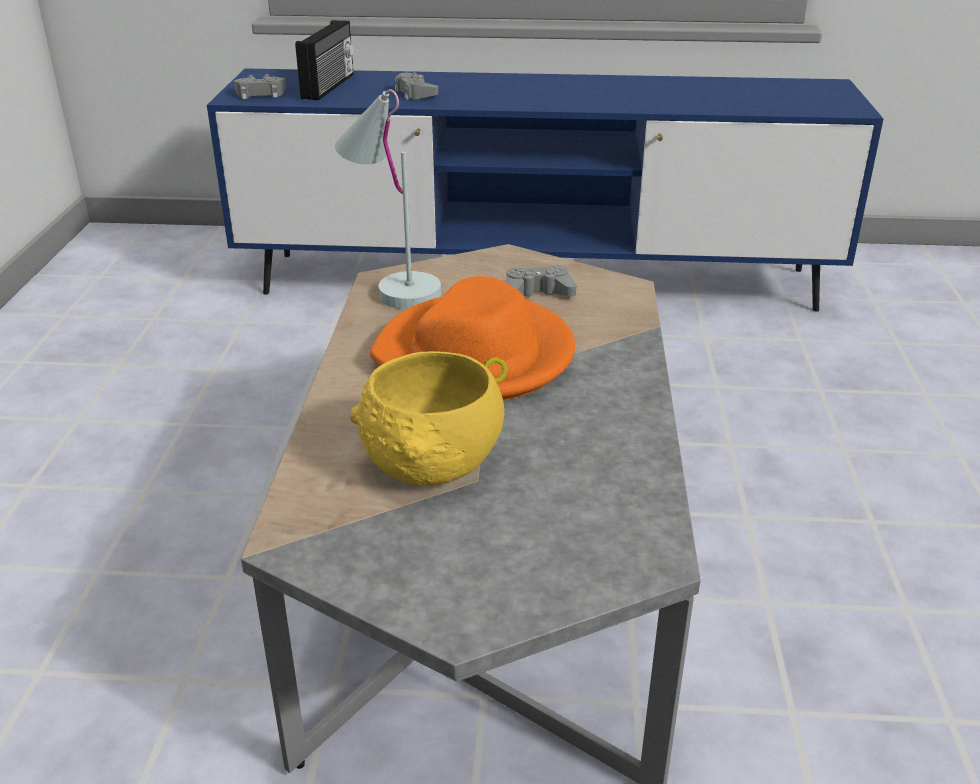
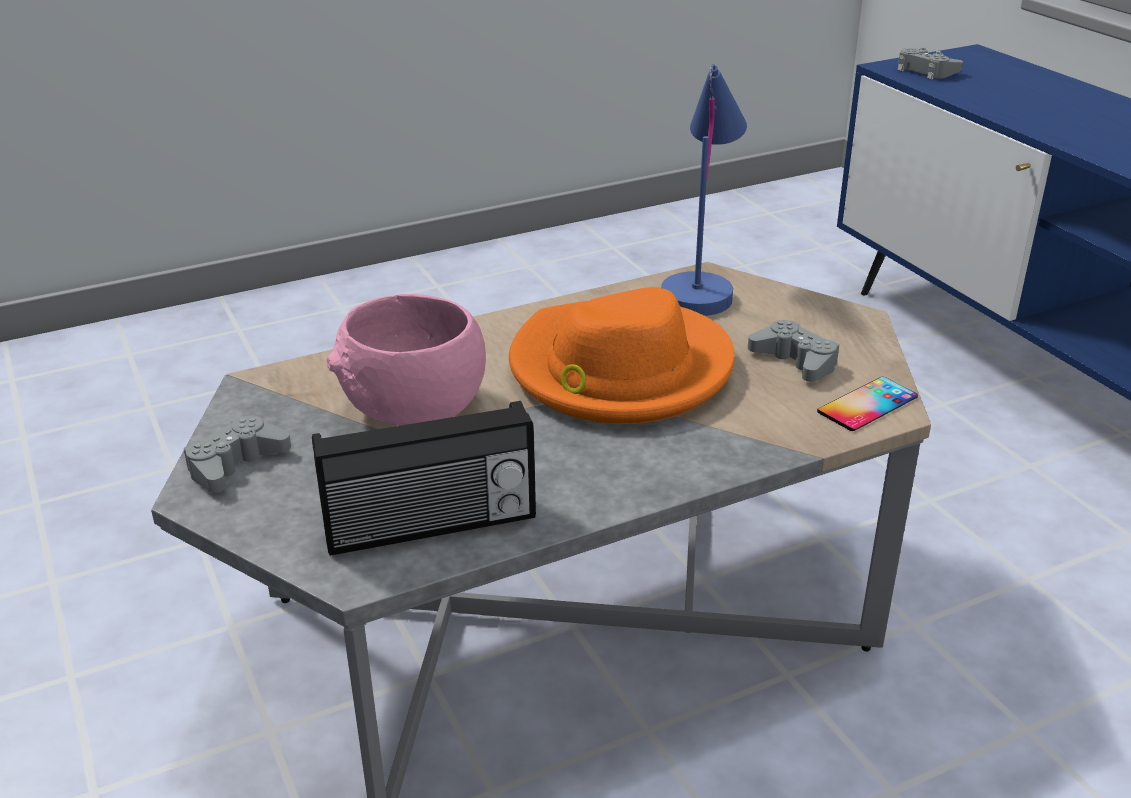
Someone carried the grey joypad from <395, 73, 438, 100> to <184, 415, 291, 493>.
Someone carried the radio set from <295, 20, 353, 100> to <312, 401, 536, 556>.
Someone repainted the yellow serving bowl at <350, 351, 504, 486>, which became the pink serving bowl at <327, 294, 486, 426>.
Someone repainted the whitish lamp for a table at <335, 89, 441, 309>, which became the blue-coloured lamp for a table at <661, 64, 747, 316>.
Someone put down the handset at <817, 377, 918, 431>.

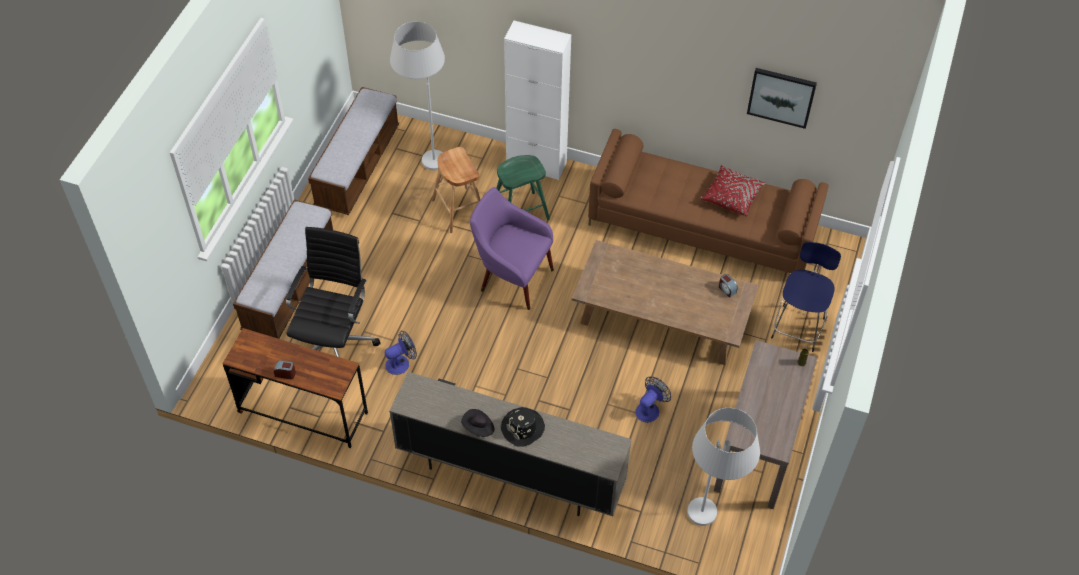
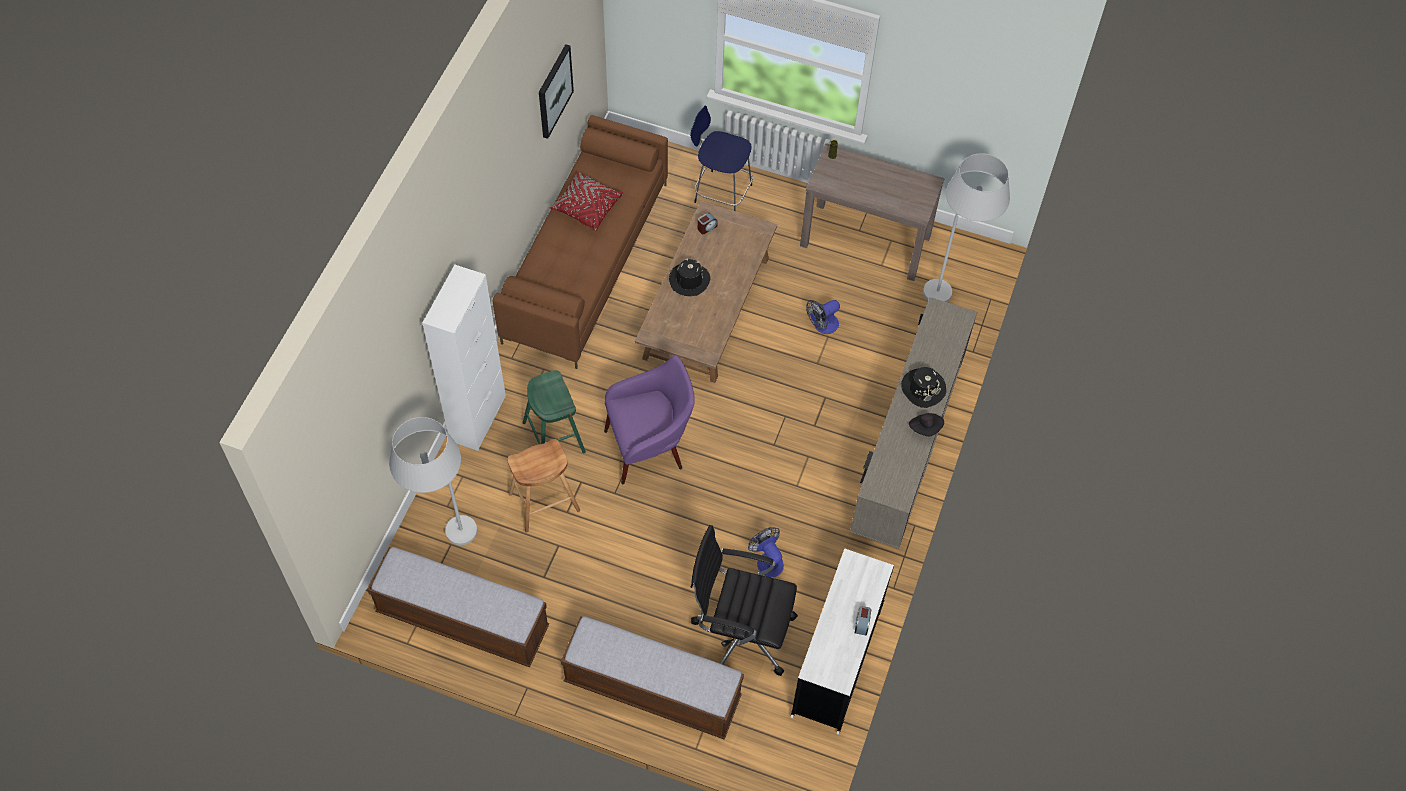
Someone rotated the purple easy chair at <470, 187, 554, 310> by 135 degrees counterclockwise.
Someone put down the black-coloured wearable hat at <669, 259, 710, 296>.
Someone repainted the brown desk at <222, 328, 368, 448>, which became the whitish desk at <791, 548, 894, 735>.
Someone rotated the cooling fan at <635, 377, 671, 423> by 75 degrees counterclockwise.

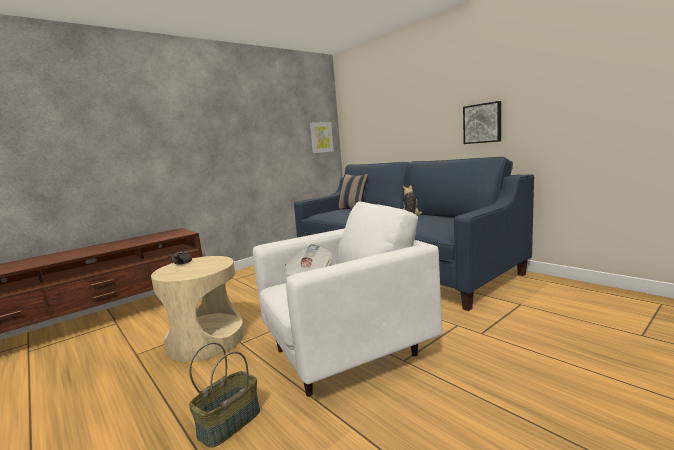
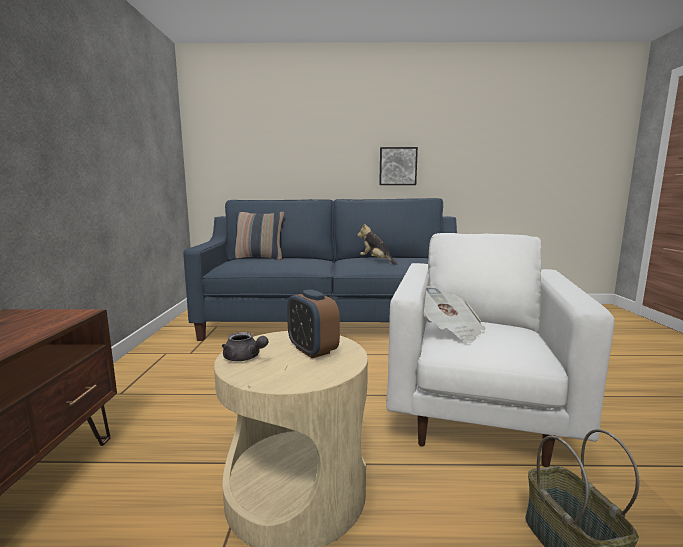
Someone put down the bedside clock at <287, 289, 340, 358>.
Someone took away the wall art at <310, 122, 334, 153>.

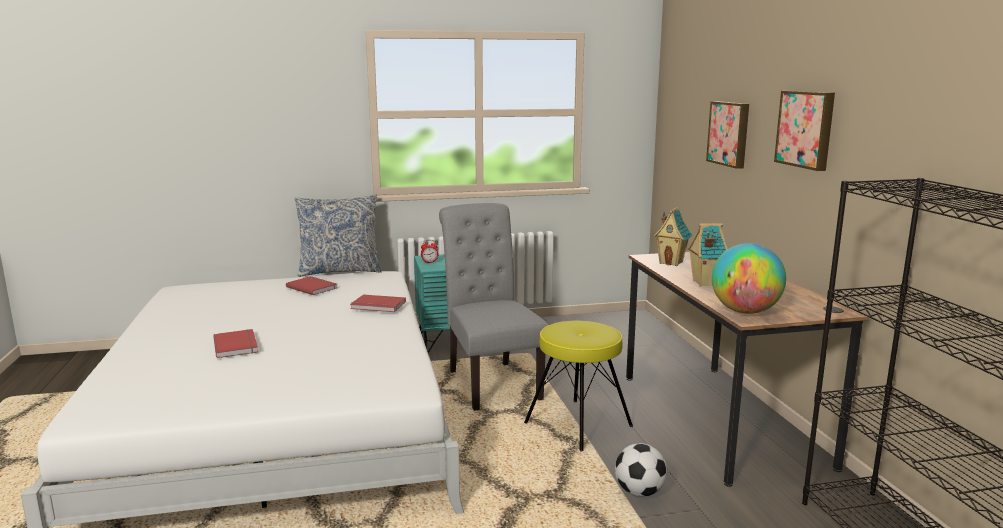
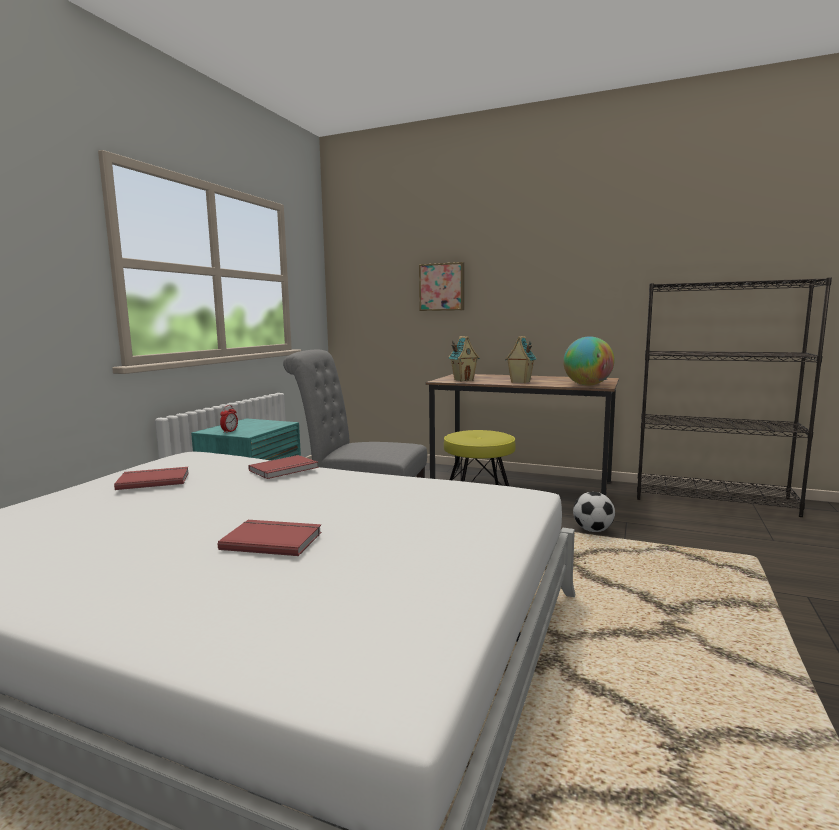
Someone took away the pillow at <294, 194, 382, 277>.
Someone took away the wall art at <774, 91, 835, 171>.

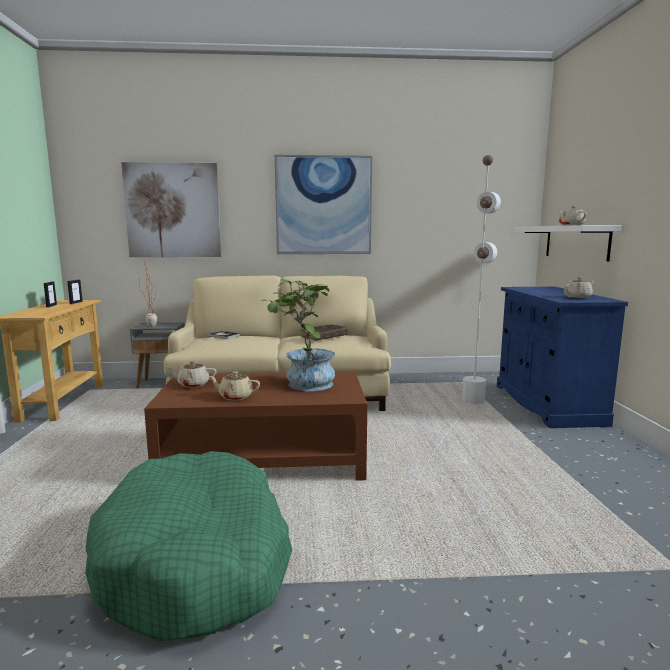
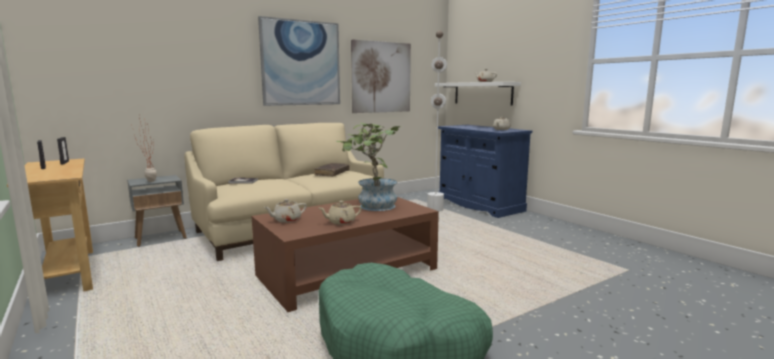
Someone carried the wall art from <121, 162, 222, 257> to <351, 39, 411, 113>.

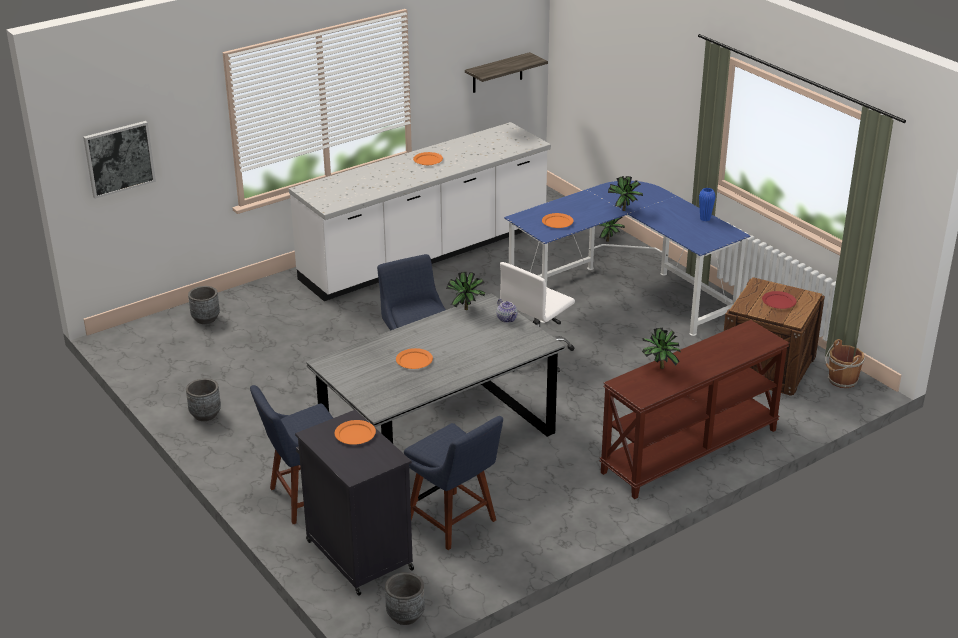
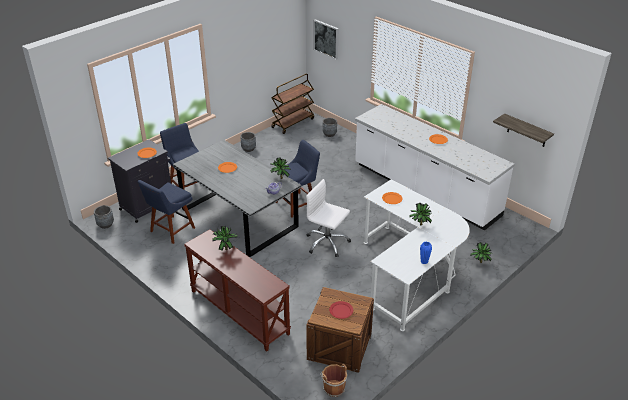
Someone put down the brown trolley at <271, 73, 314, 134>.
Someone repainted the blue-coloured desk at <504, 181, 750, 336>, which became the whitish desk at <364, 179, 470, 331>.

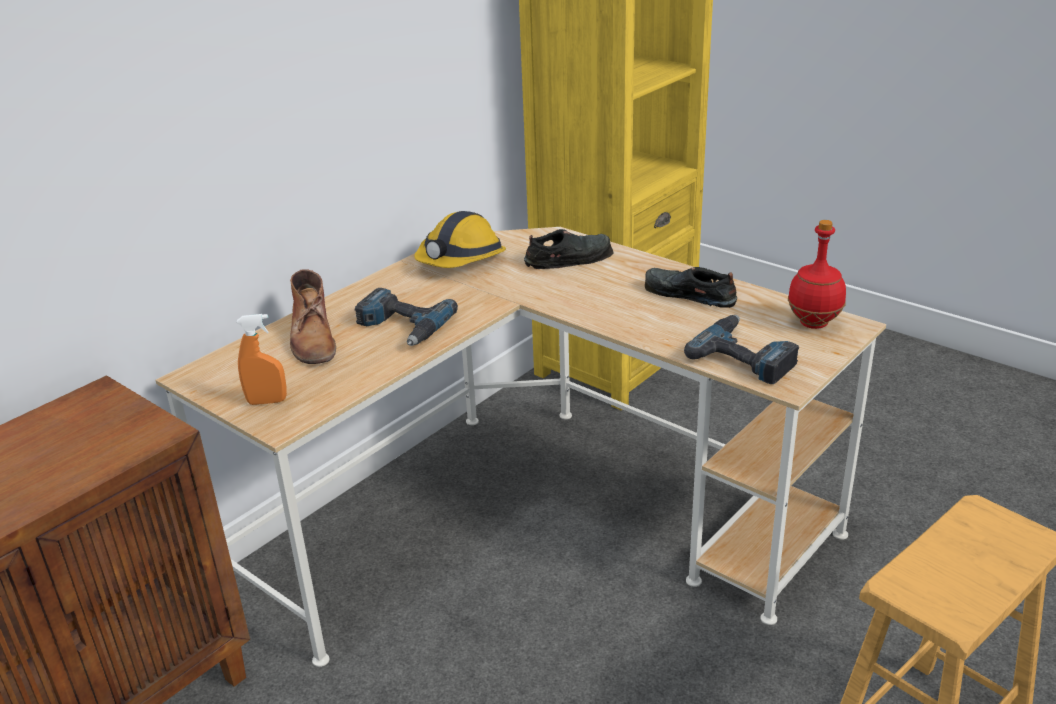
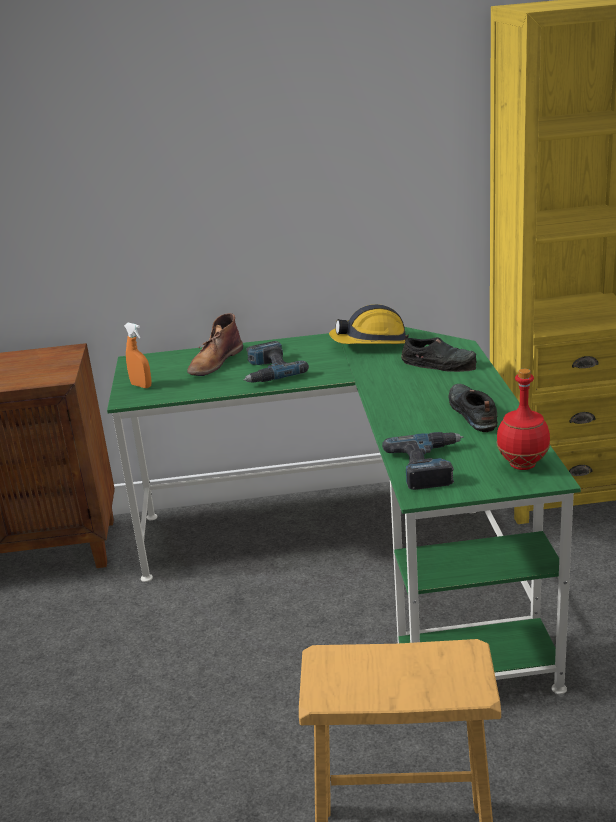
Someone repainted the beige-coloured desk at <155, 227, 886, 667>, which became the green-coloured desk at <107, 327, 581, 694>.

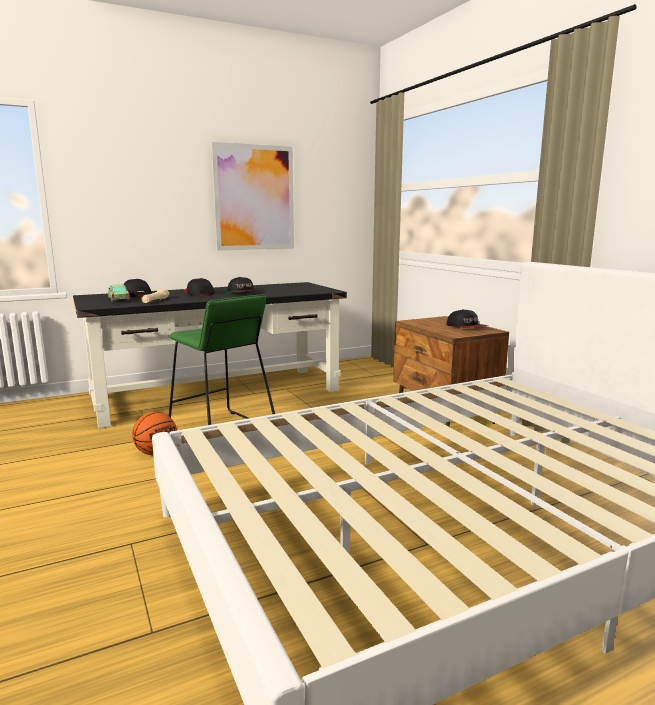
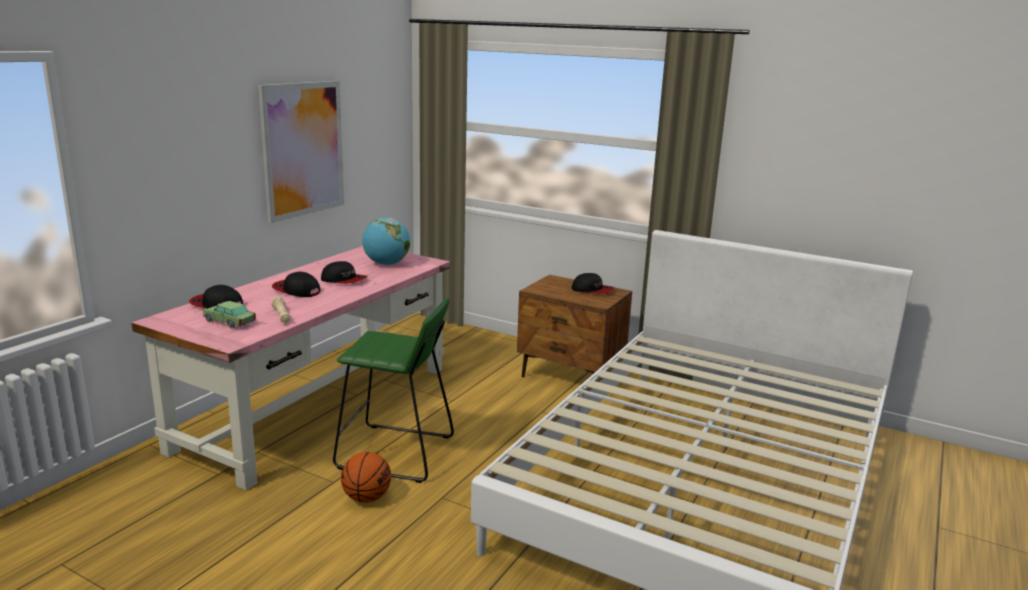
Someone repainted the black-coloured desk at <73, 282, 347, 429>, which became the pink desk at <131, 246, 450, 491>.
Someone put down the desk globe at <362, 218, 410, 265>.

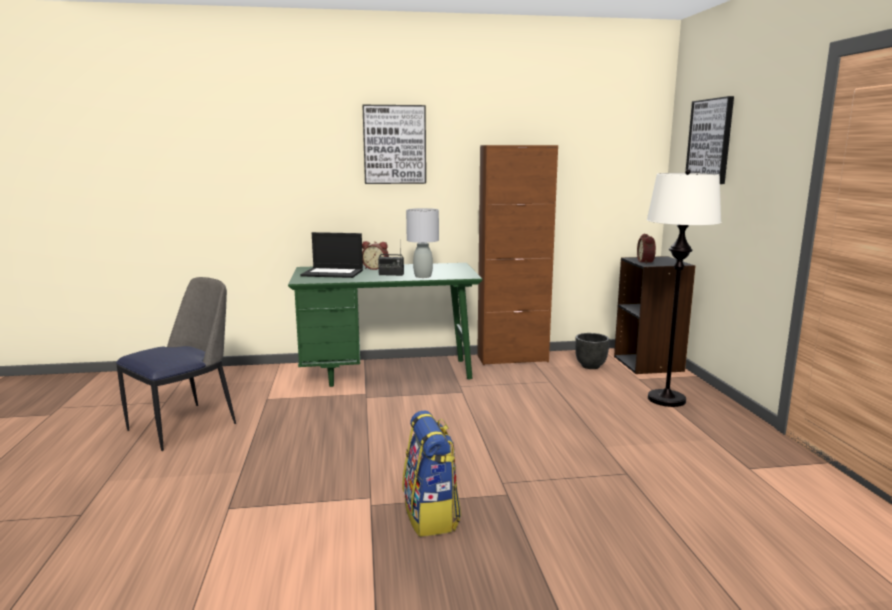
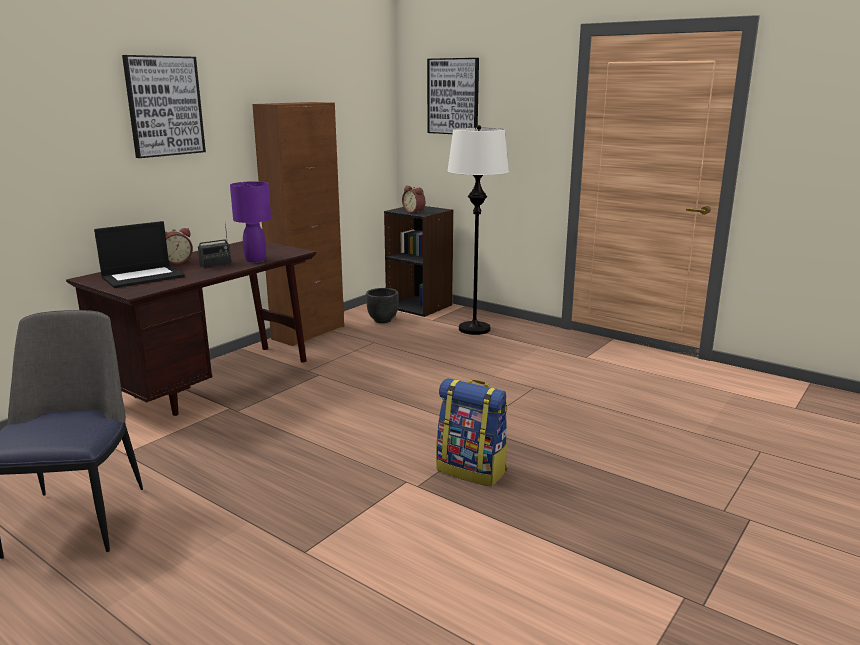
Someone repainted the green-coloured desk at <288, 263, 482, 387>, which became the brown desk at <66, 241, 316, 416>.
Someone repainted the grey lamp for a table at <406, 208, 439, 278>, which became the purple lamp for a table at <230, 181, 271, 263>.

